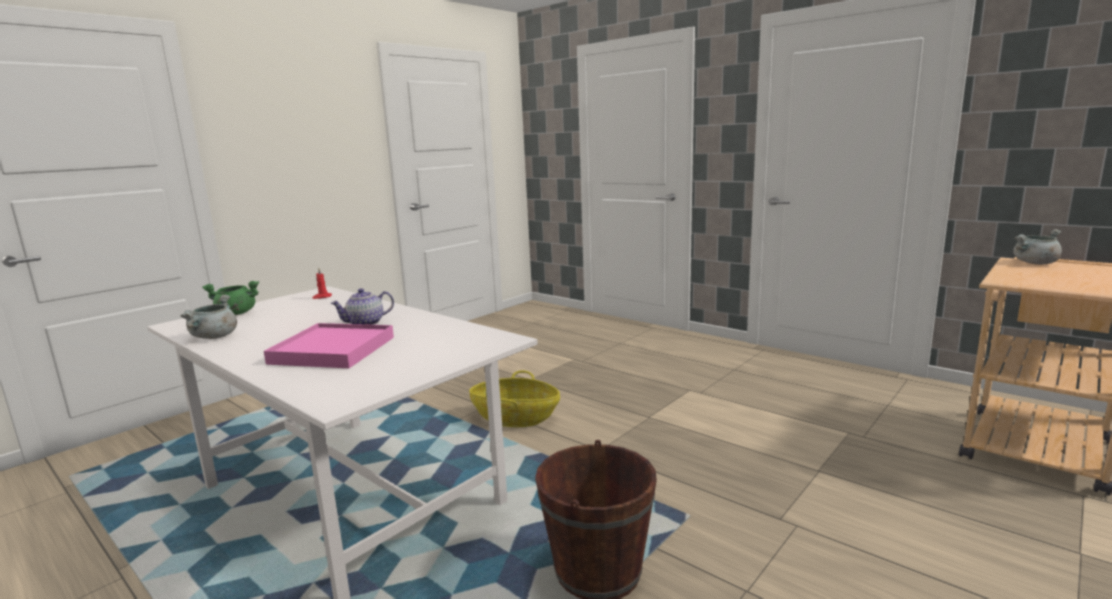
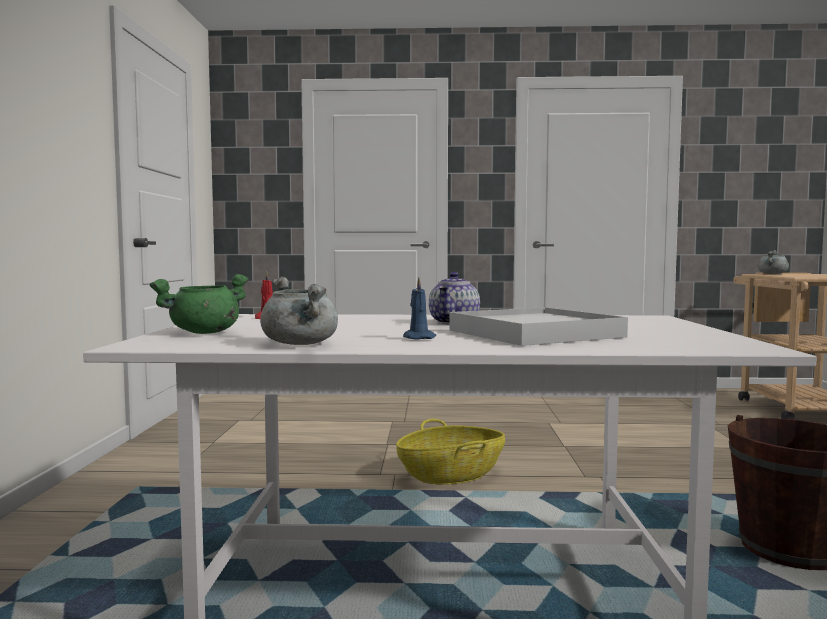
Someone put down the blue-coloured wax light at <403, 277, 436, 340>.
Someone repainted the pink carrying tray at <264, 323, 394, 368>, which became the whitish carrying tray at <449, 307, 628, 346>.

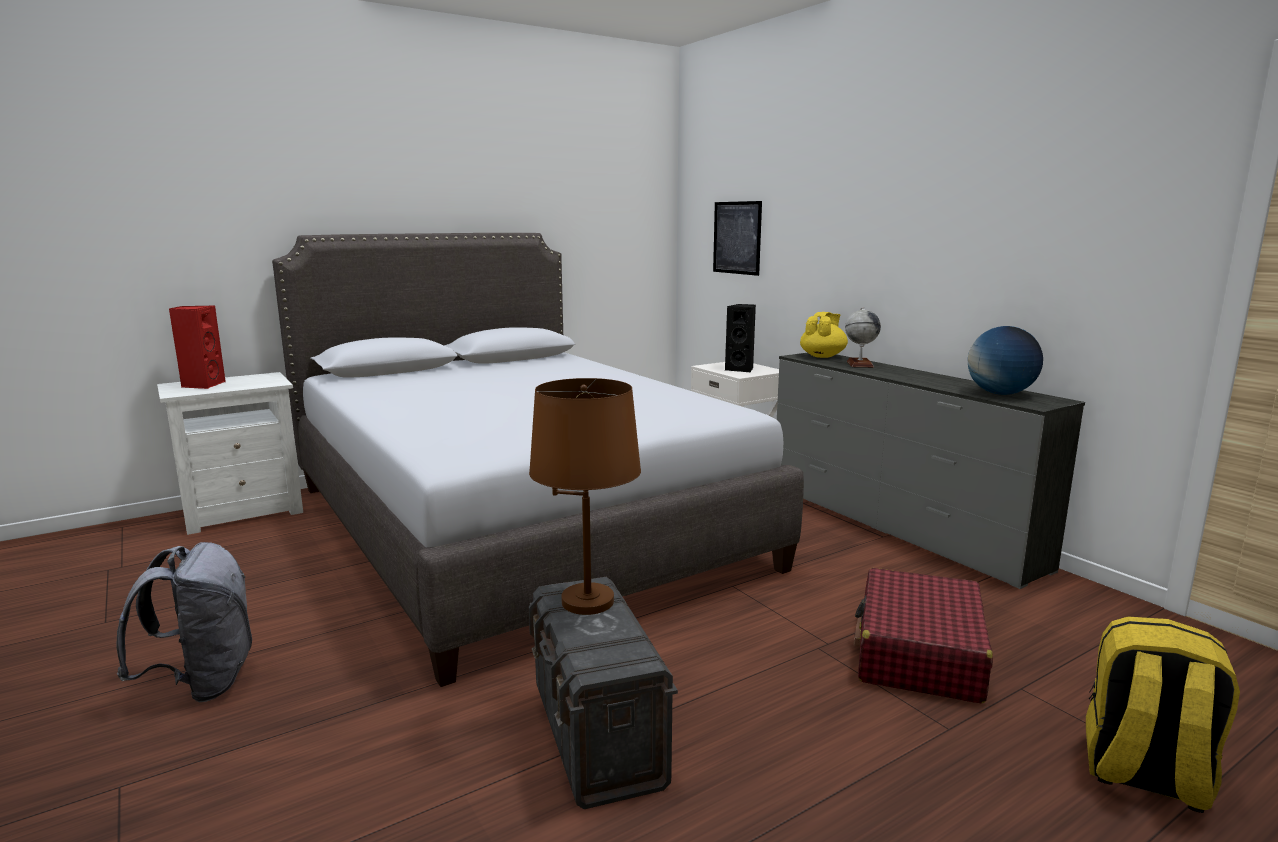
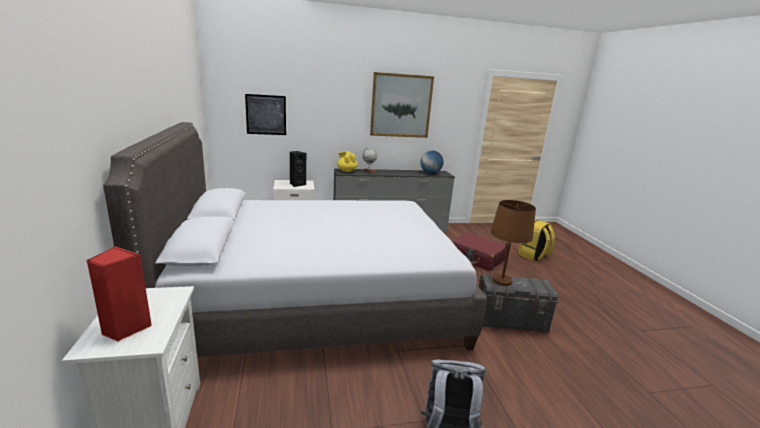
Someone put up the wall art at <370, 72, 434, 138>.

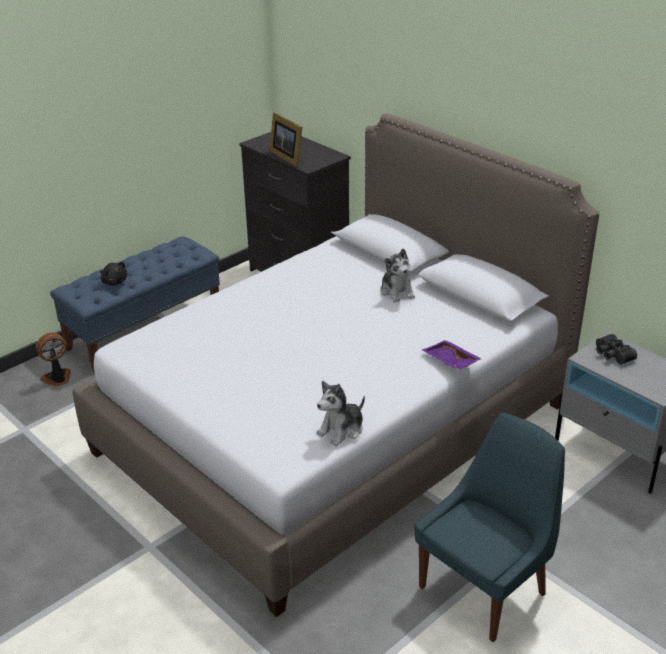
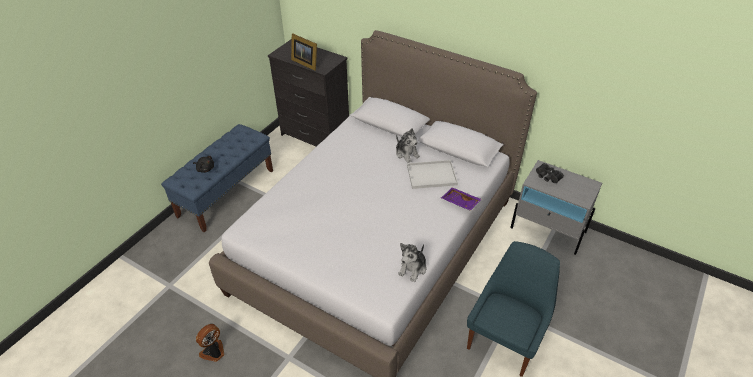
Someone carried the cooling fan from <36, 332, 71, 387> to <196, 324, 225, 362>.
Someone put down the whitish carrying tray at <407, 160, 458, 189>.

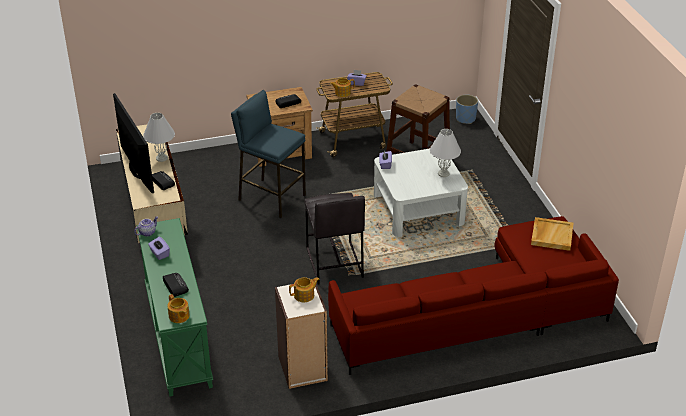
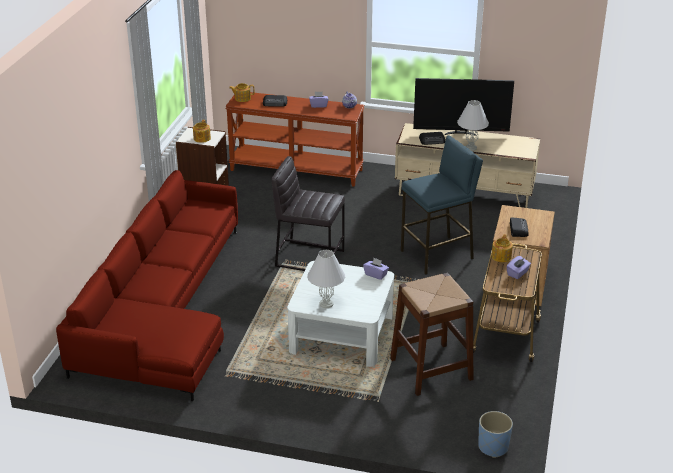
Someone repainted the green-coloured console table at <136, 218, 213, 397>, which became the brown console table at <225, 92, 364, 187>.
Someone took away the beige-coloured carrying tray at <531, 217, 573, 251>.

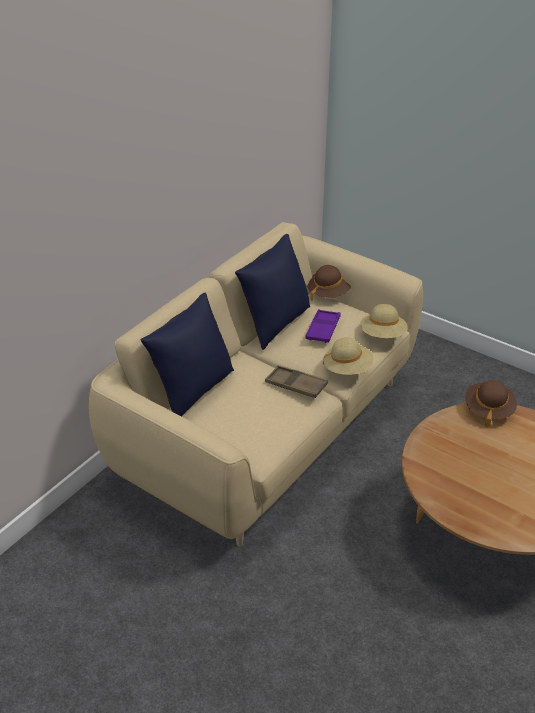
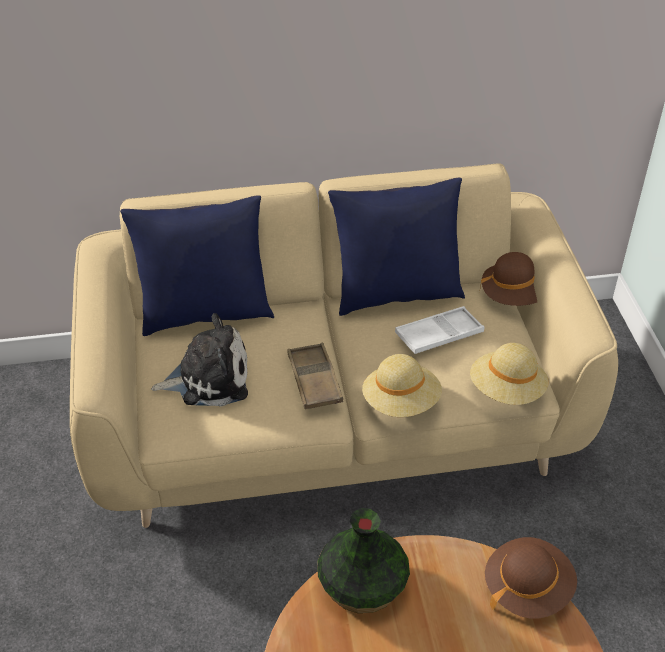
Someone put down the soft toy at <151, 313, 248, 407>.
Someone put down the decorative vase at <317, 508, 410, 613>.
Someone repainted the purple carrying tray at <305, 309, 341, 343>, which became the whitish carrying tray at <395, 306, 485, 354>.

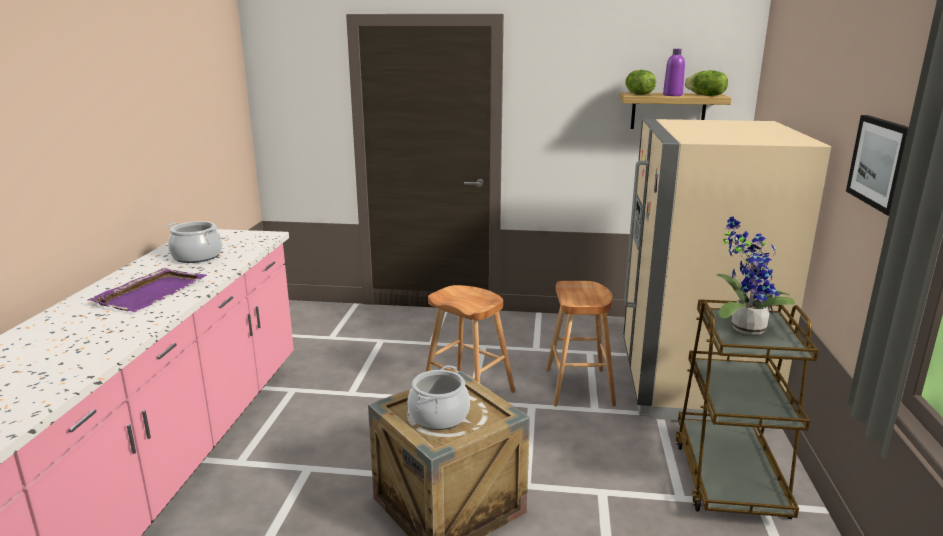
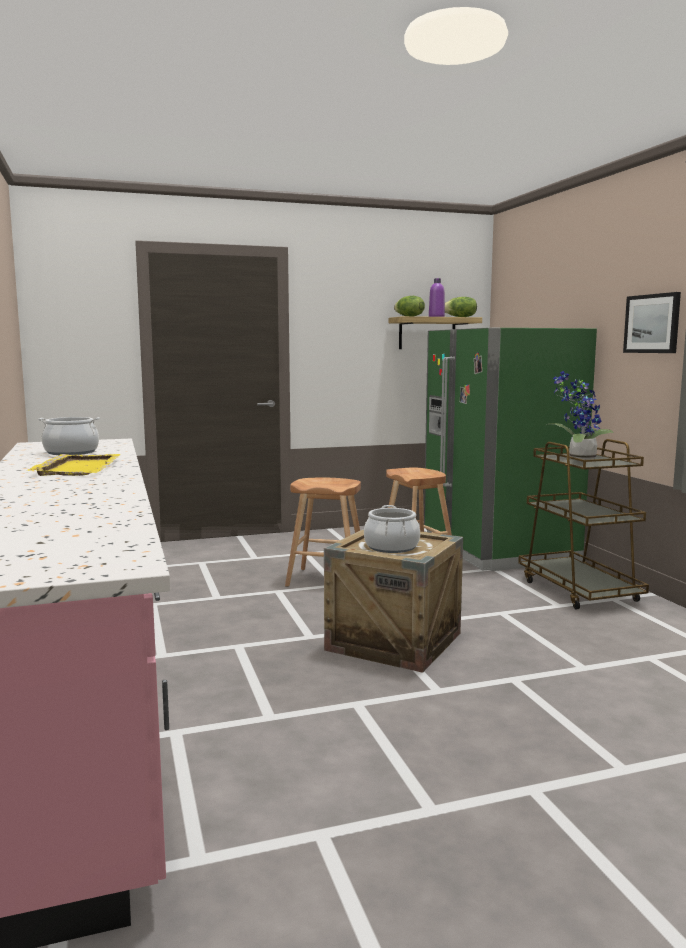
Someone repainted the purple carrying tray at <88, 268, 207, 312>, which became the yellow carrying tray at <27, 454, 121, 476>.
Someone repainted the beige-coloured refrigerator at <623, 119, 831, 421>, which became the green-coloured refrigerator at <424, 328, 597, 571>.

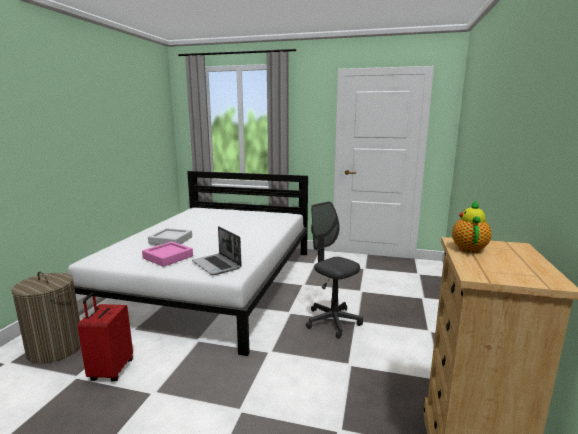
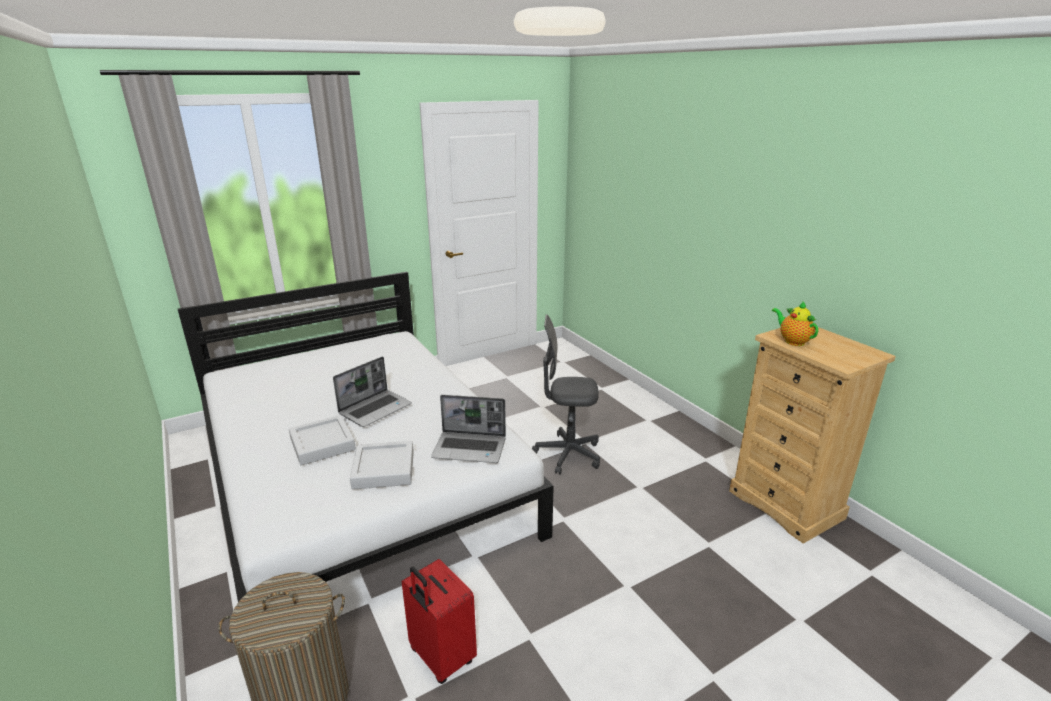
Someone put down the notebook computer at <333, 357, 412, 427>.
Someone repainted the pink carrying tray at <142, 242, 193, 267>, which became the grey carrying tray at <350, 441, 414, 490>.

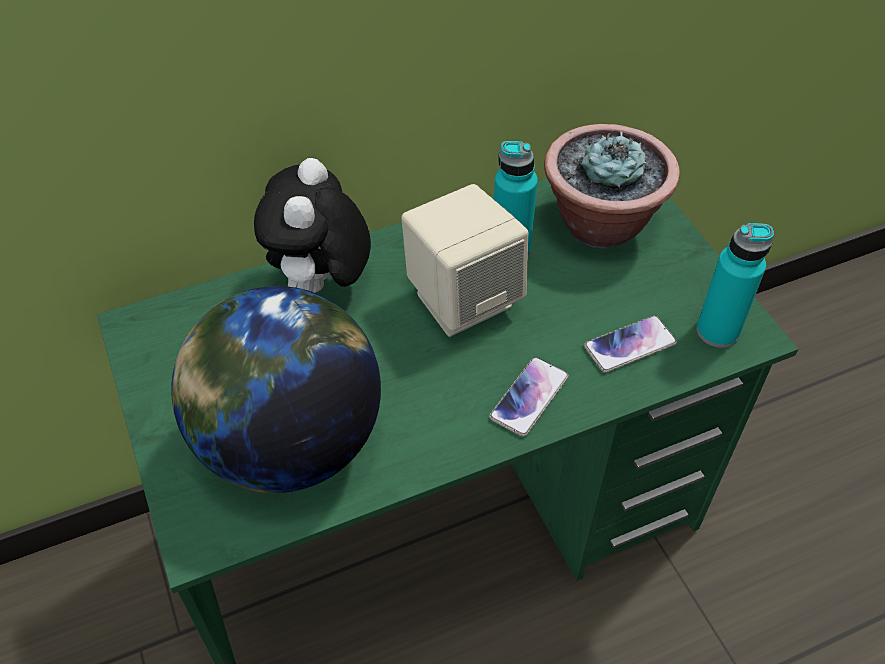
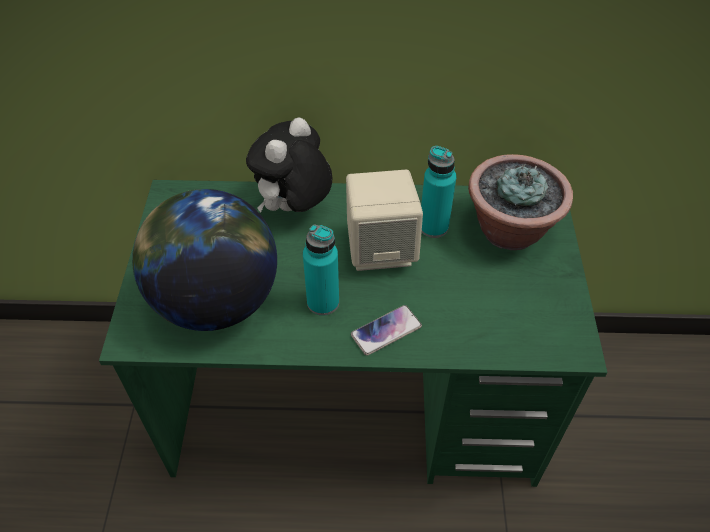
Someone carried the turquoise-coloured bottle from <696, 223, 774, 348> to <303, 225, 339, 316>.
Someone took away the handset at <584, 316, 677, 373>.

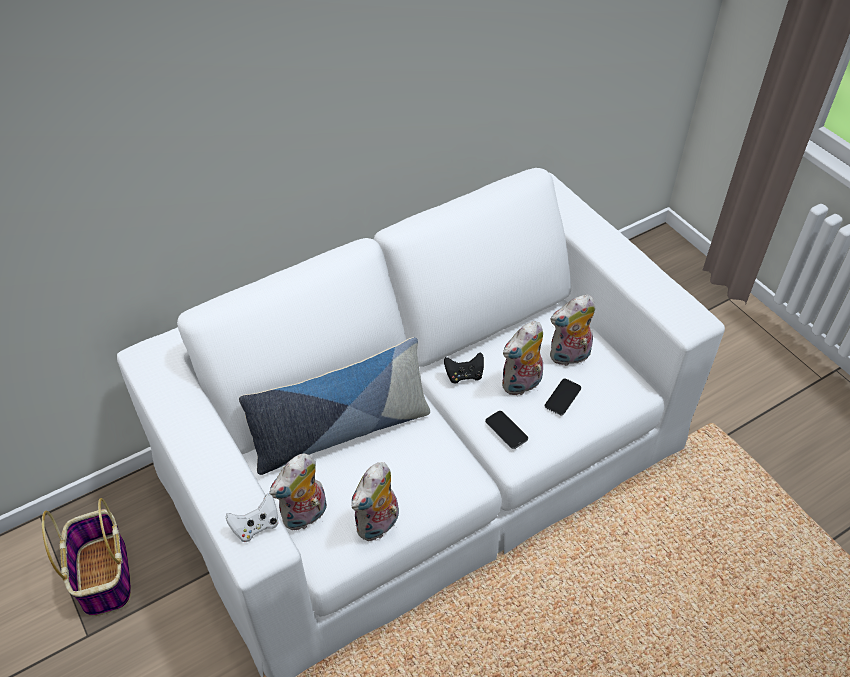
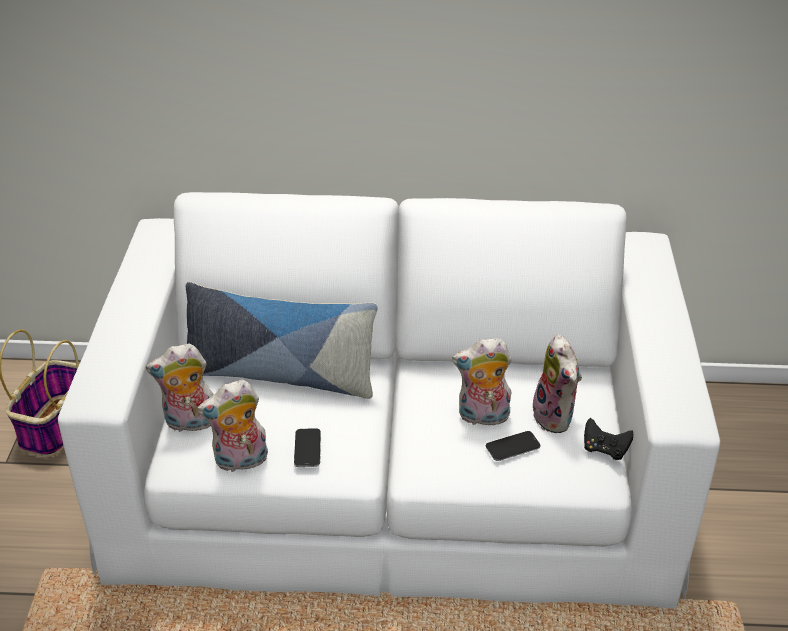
Someone carried the handset from <485, 411, 528, 449> to <294, 428, 321, 467>.
Someone rotated the soft toy at <550, 295, 596, 366> by 120 degrees counterclockwise.
Someone carried the black-coloured joypad from <444, 352, 484, 383> to <584, 418, 633, 460>.
Someone took away the whitish joypad at <226, 493, 279, 542>.

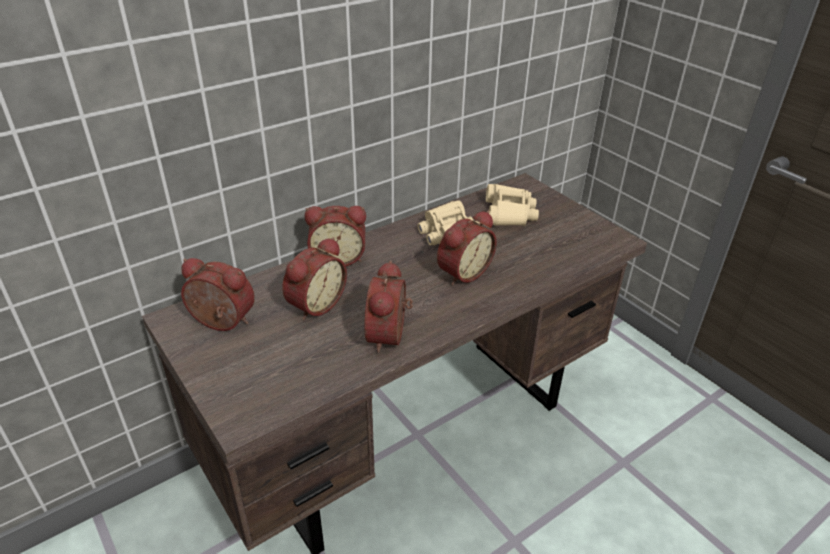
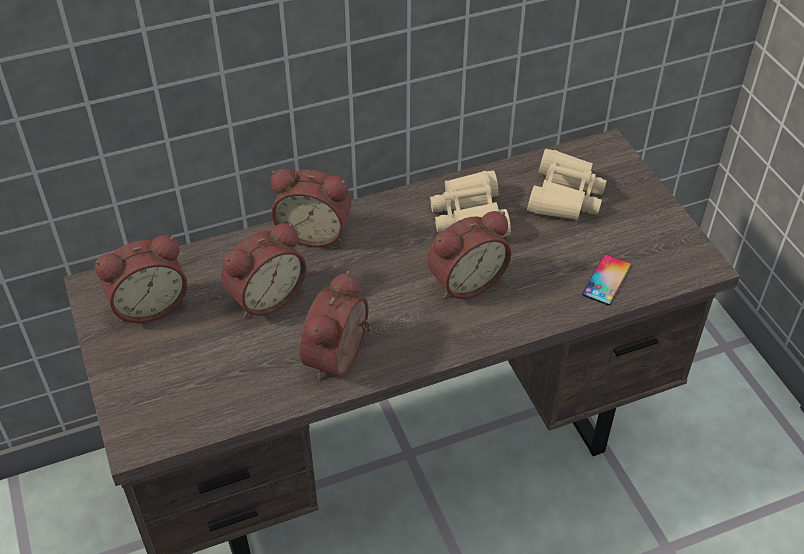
Someone rotated the bedside clock at <181, 258, 255, 331> by 120 degrees clockwise.
Someone put down the handset at <582, 255, 631, 305>.

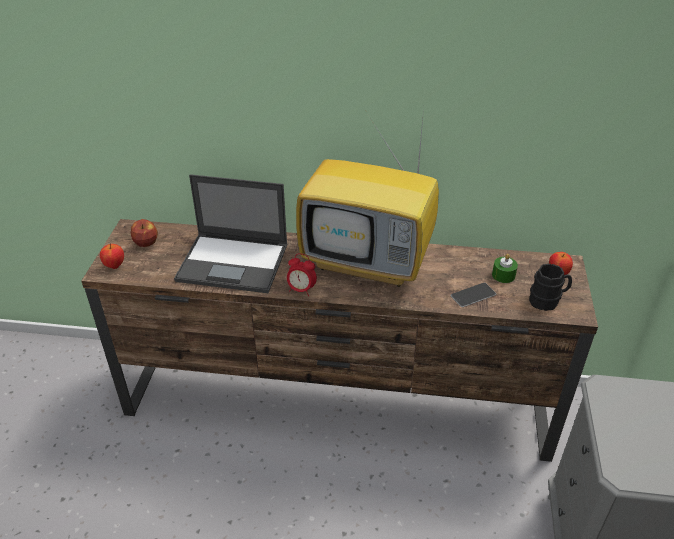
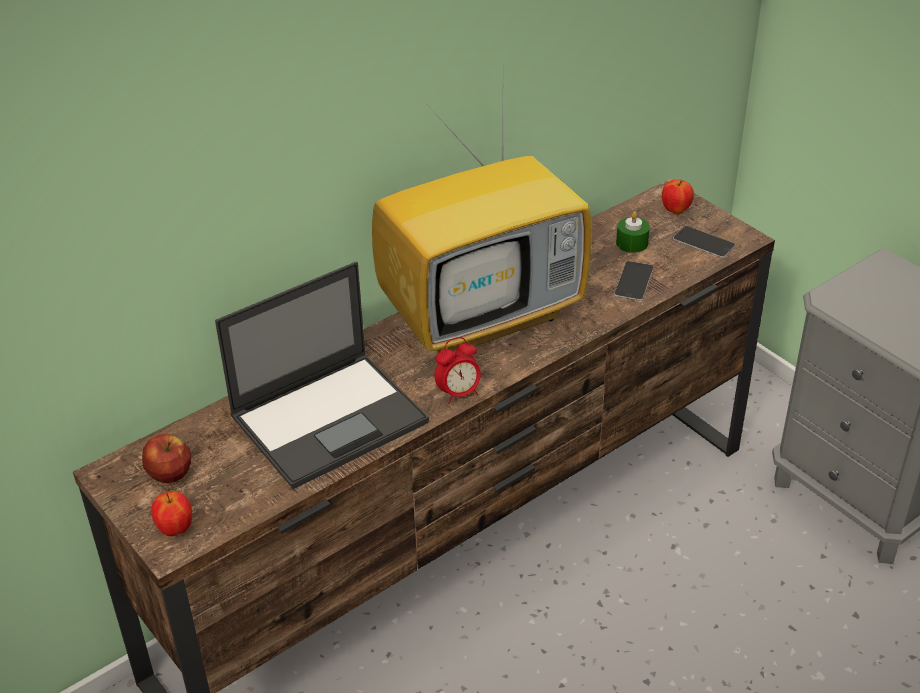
Someone swapped the black-coloured coffee mug at <529, 264, 572, 311> for the handset at <673, 226, 735, 258>.

